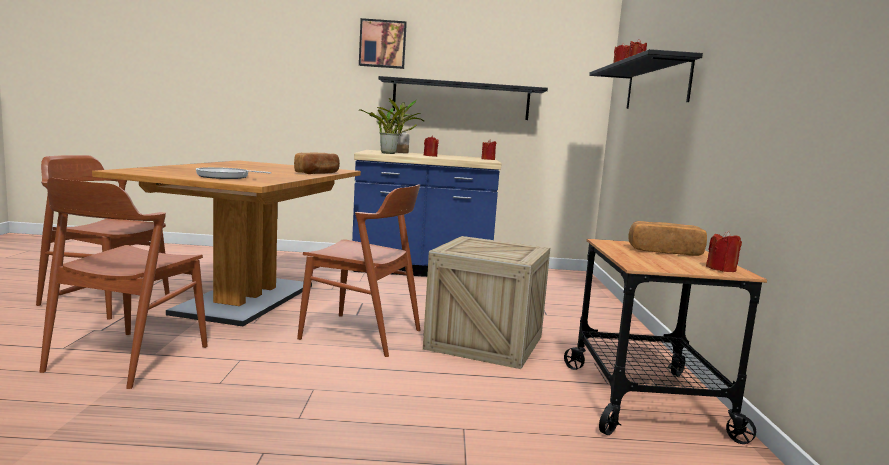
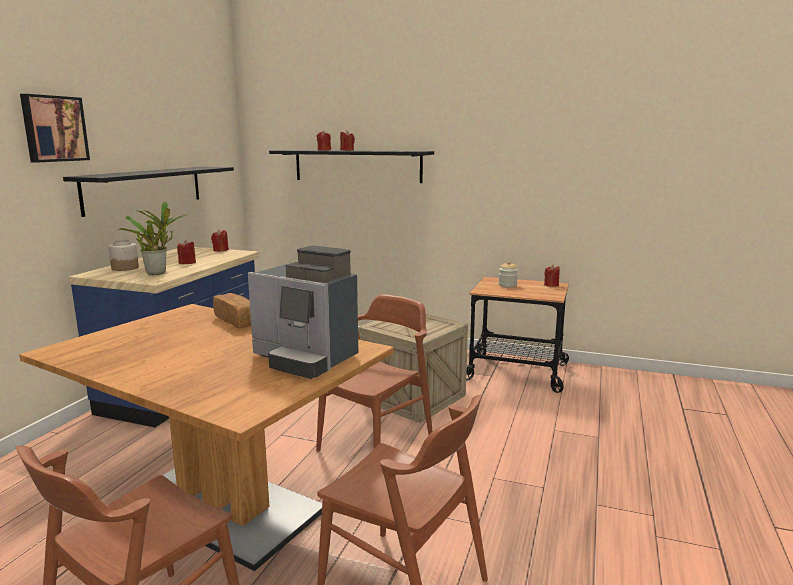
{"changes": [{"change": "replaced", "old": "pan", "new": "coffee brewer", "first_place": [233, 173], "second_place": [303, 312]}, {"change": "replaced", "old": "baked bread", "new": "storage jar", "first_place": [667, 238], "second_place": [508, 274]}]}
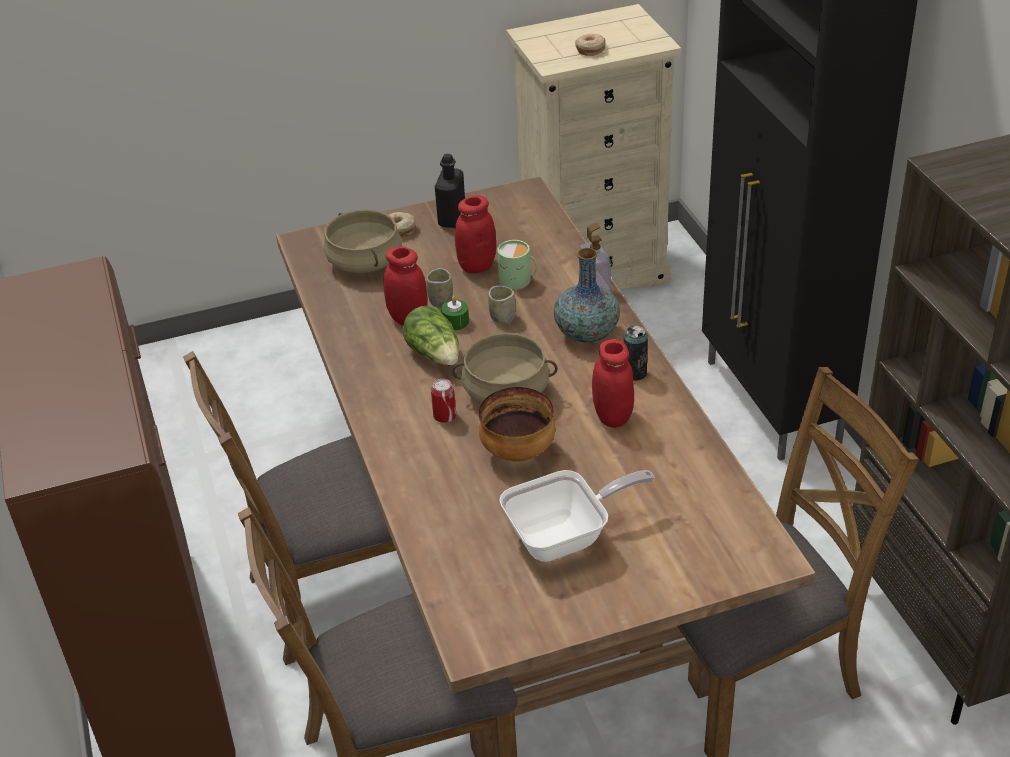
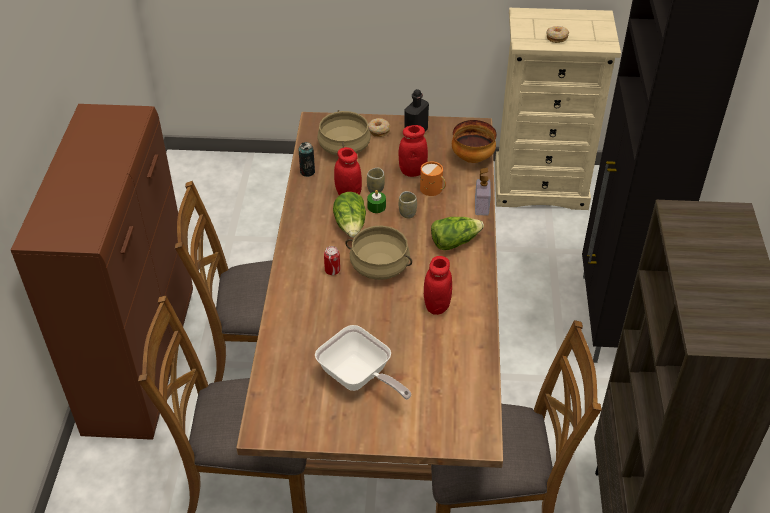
{"changes": [{"change": "recoloured", "old": "coffee mug in green-coloured", "new": "coffee mug in orangey", "first_place": [517, 264], "second_place": [433, 179]}, {"change": "replaced", "old": "flower vase", "new": "head of lettuce", "first_place": [587, 295], "second_place": [457, 233]}, {"change": "moved", "old": "metal can", "first_place": [636, 353], "second_place": [306, 159]}, {"change": "moved", "old": "deep dish", "first_place": [516, 424], "second_place": [474, 141]}, {"change": "turned", "old": "pan", "first_place": [577, 516], "second_place": [363, 362], "degrees": 45}]}
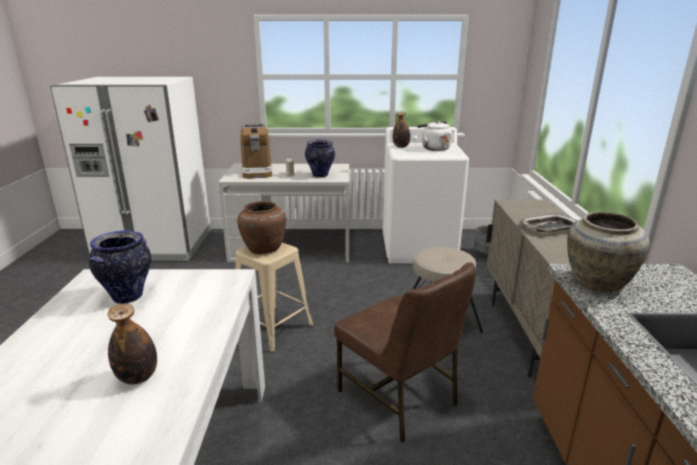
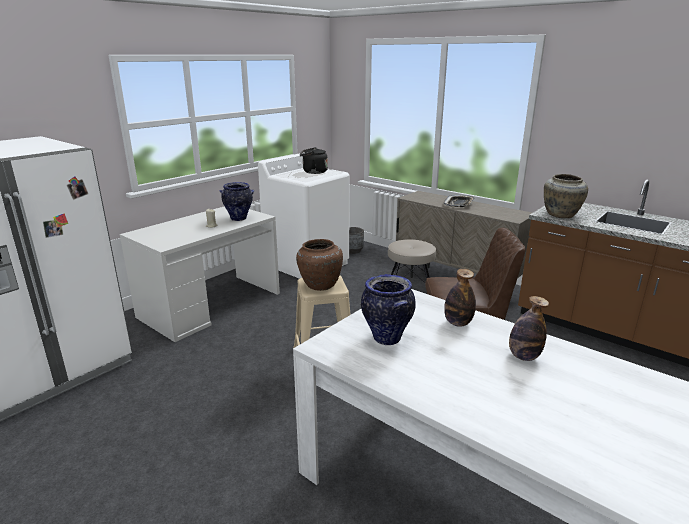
{"changes": [{"change": "moved", "old": "bottle", "first_place": [401, 130], "second_place": [460, 298]}, {"change": "recoloured", "old": "kettle in white-coloured", "new": "kettle in blackish", "first_place": [434, 136], "second_place": [314, 160]}, {"change": "removed", "old": "coffee brewer", "first_place": [256, 151]}]}
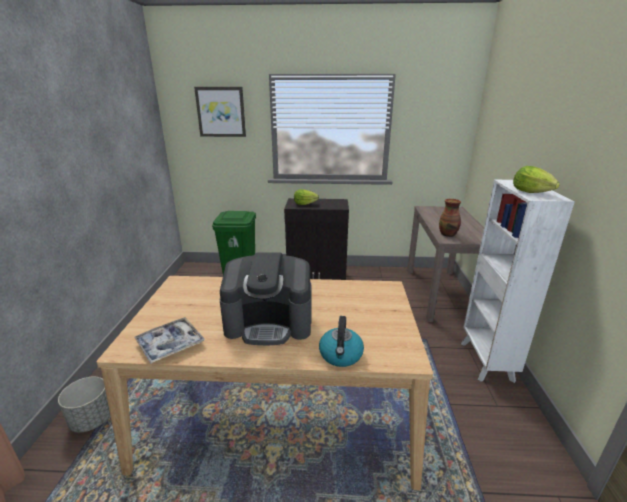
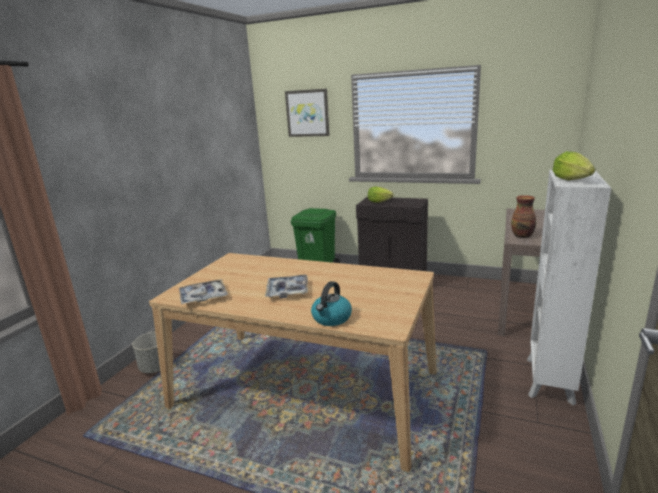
{"changes": [{"change": "replaced", "old": "coffee brewer", "new": "carrying tray", "first_place": [266, 298], "second_place": [286, 286]}]}
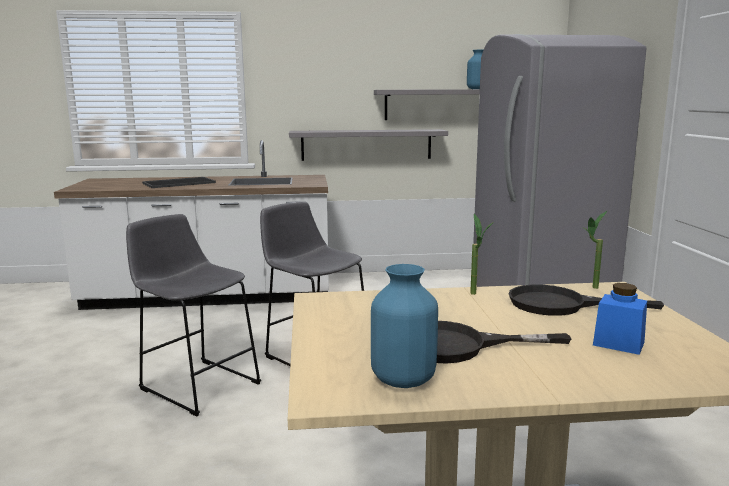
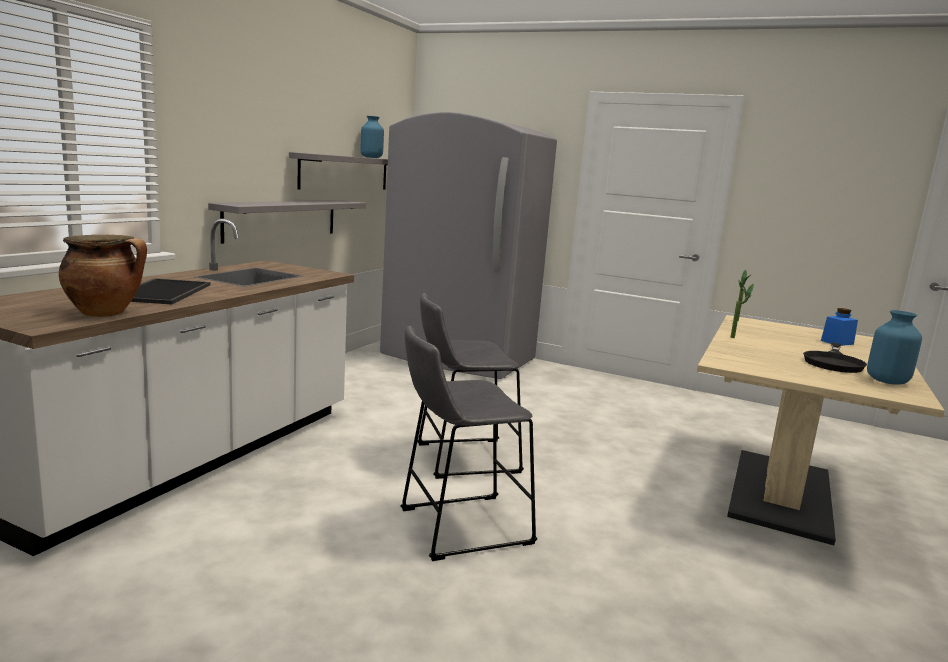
{"changes": [{"change": "removed", "old": "pan in blackish", "first_place": [586, 300]}, {"change": "added", "new": "stockpot", "second_place": [103, 276]}]}
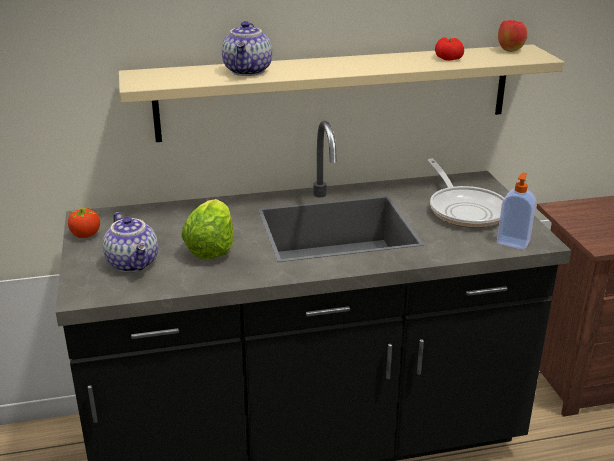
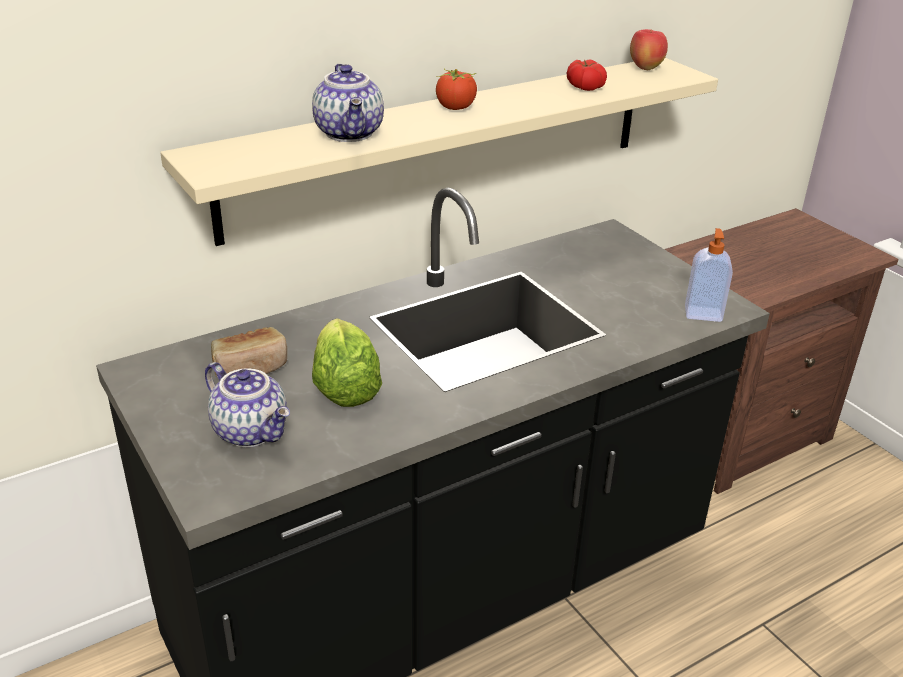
{"changes": [{"change": "removed", "old": "pan", "first_place": [466, 193]}, {"change": "moved", "old": "tomato", "first_place": [84, 222], "second_place": [456, 89]}, {"change": "added", "new": "baked bread", "second_place": [249, 352]}]}
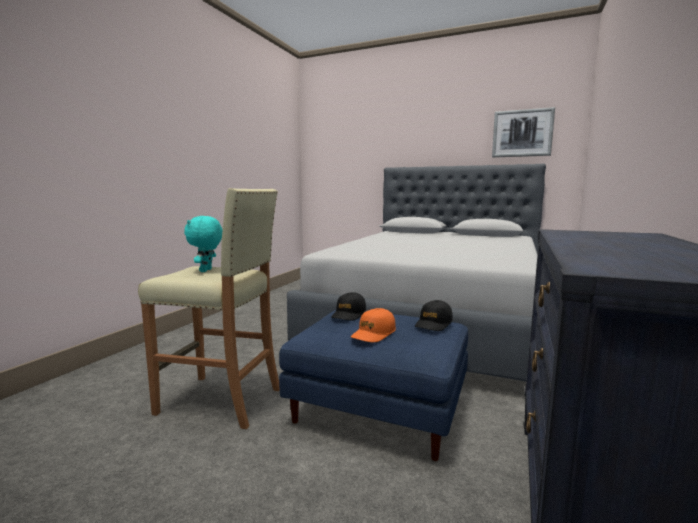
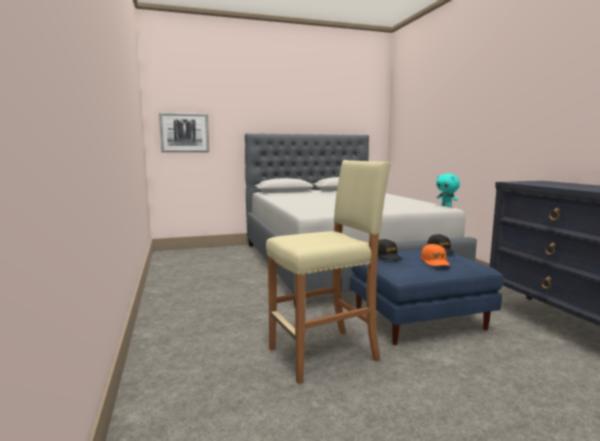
{"changes": [{"change": "moved", "old": "picture", "first_place": [523, 132], "second_place": [184, 132]}, {"change": "moved", "old": "soft toy in turquoise-coloured", "first_place": [203, 244], "second_place": [448, 190]}]}
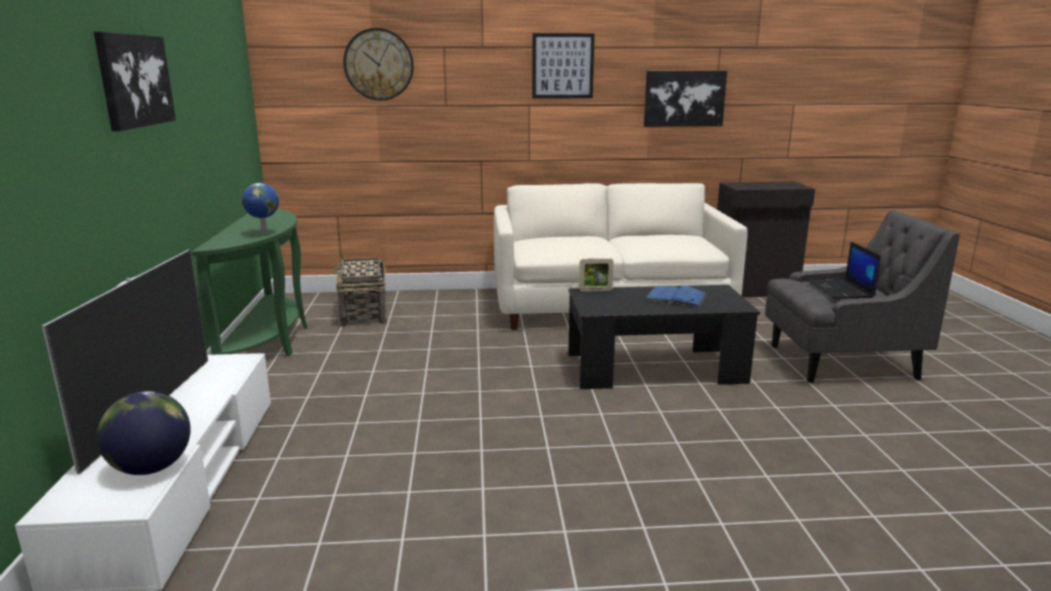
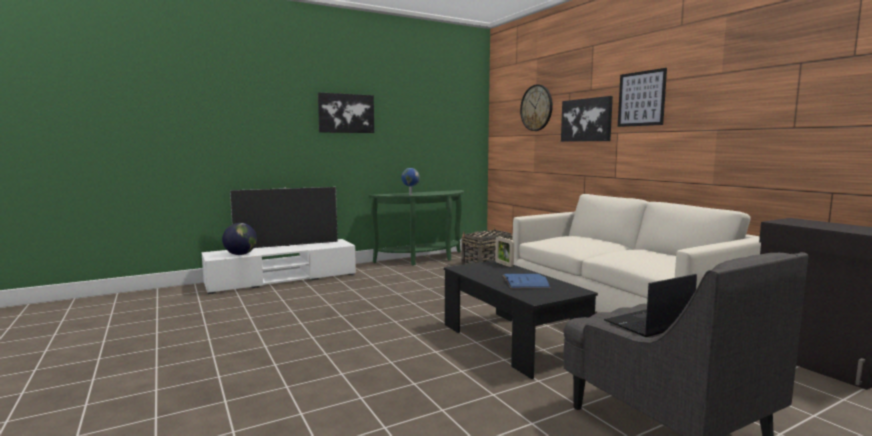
{"changes": [{"change": "moved", "old": "picture", "first_place": [685, 99], "second_place": [587, 119]}]}
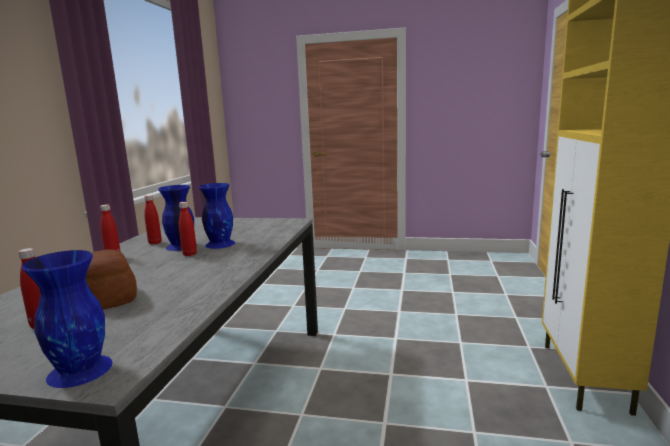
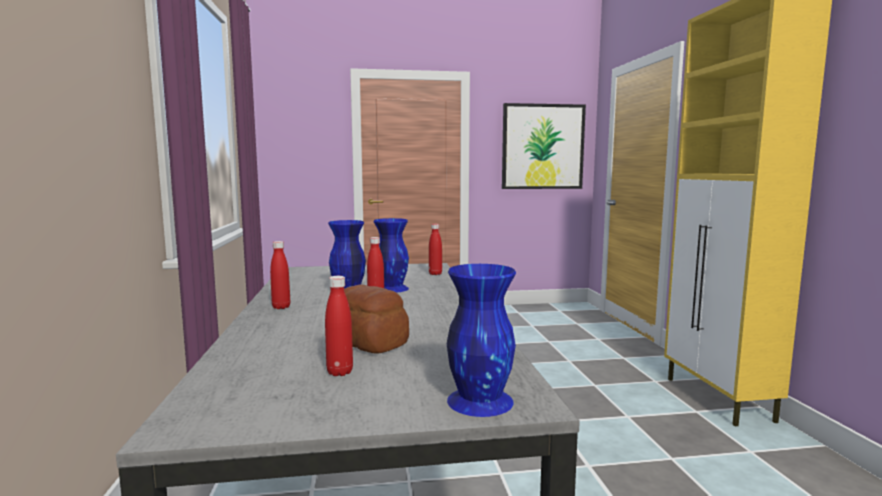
{"changes": [{"change": "moved", "old": "bottle in reddish", "first_place": [153, 220], "second_place": [435, 249]}, {"change": "added", "new": "picture", "second_place": [544, 146]}]}
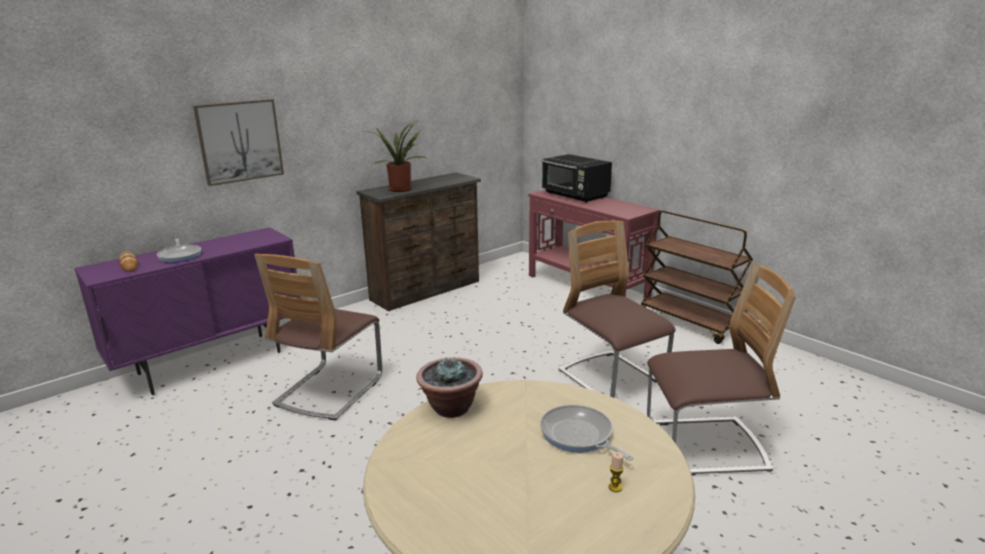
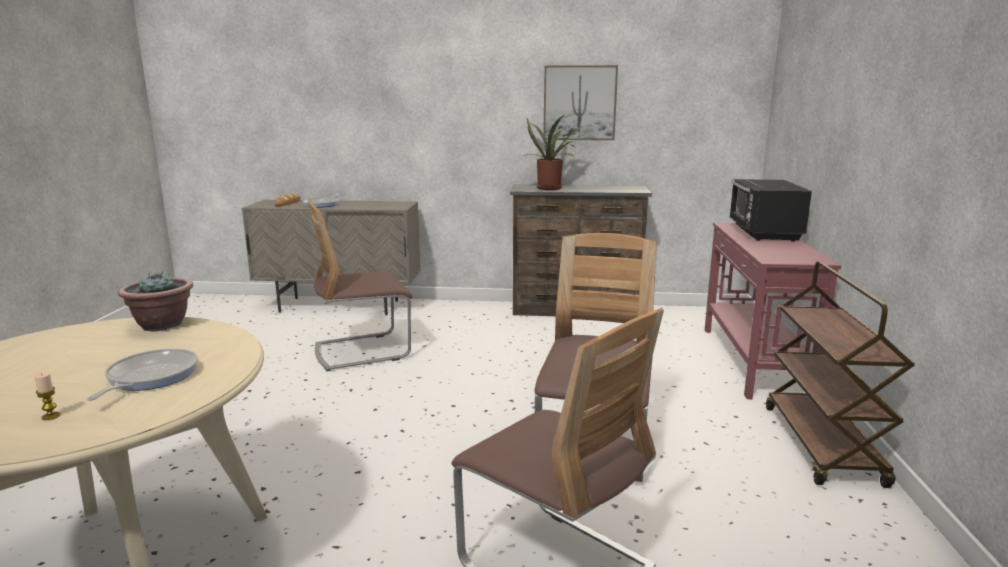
{"changes": [{"change": "moved", "old": "picture", "first_place": [238, 142], "second_place": [580, 102]}, {"change": "recoloured", "old": "cabinet in purple", "new": "cabinet in sand-coloured", "first_place": [187, 311], "second_place": [331, 257]}]}
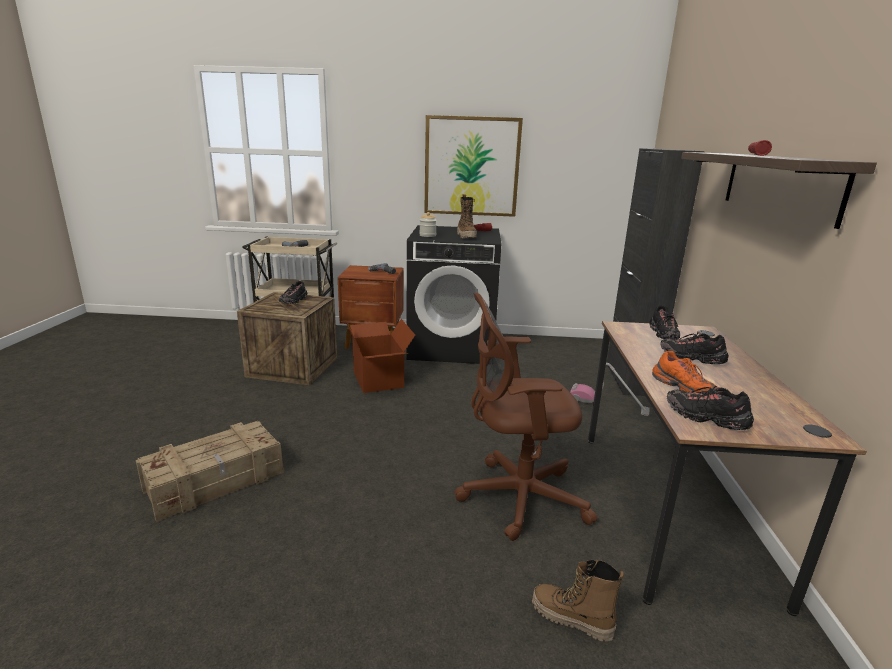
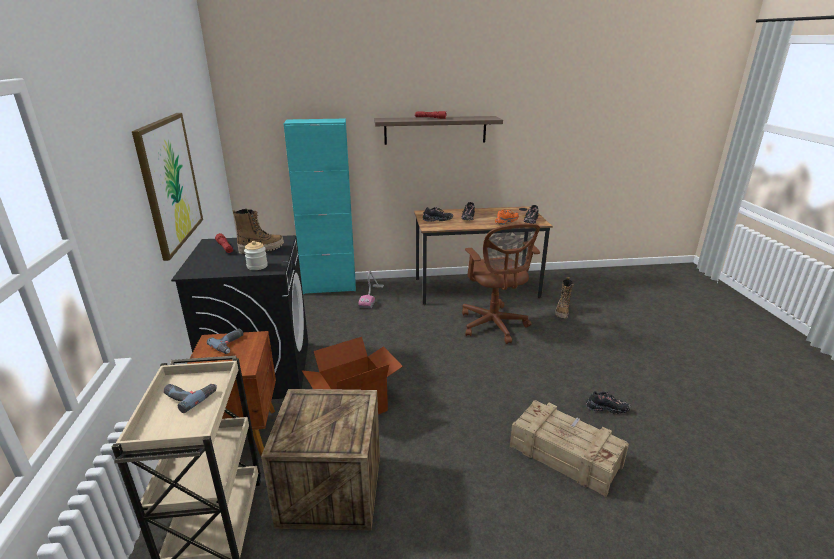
{"changes": [{"change": "recoloured", "old": "cabinet in blackish", "new": "cabinet in turquoise-coloured", "first_place": [655, 272], "second_place": [319, 206]}, {"change": "moved", "old": "low shoe in blackish", "first_place": [293, 292], "second_place": [608, 402]}]}
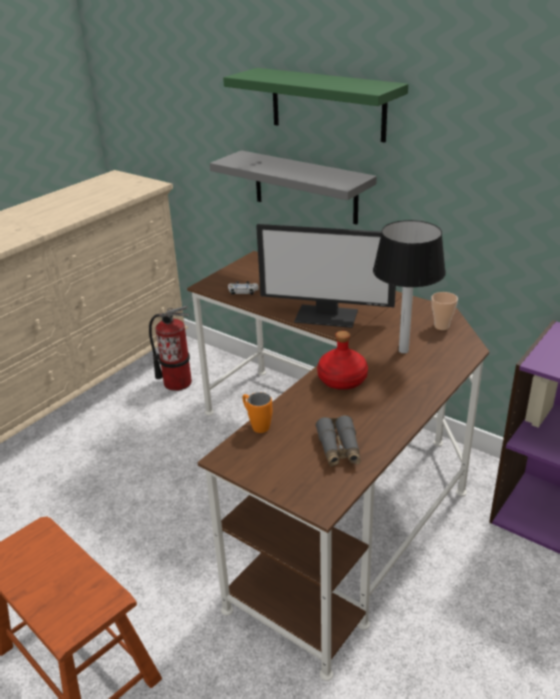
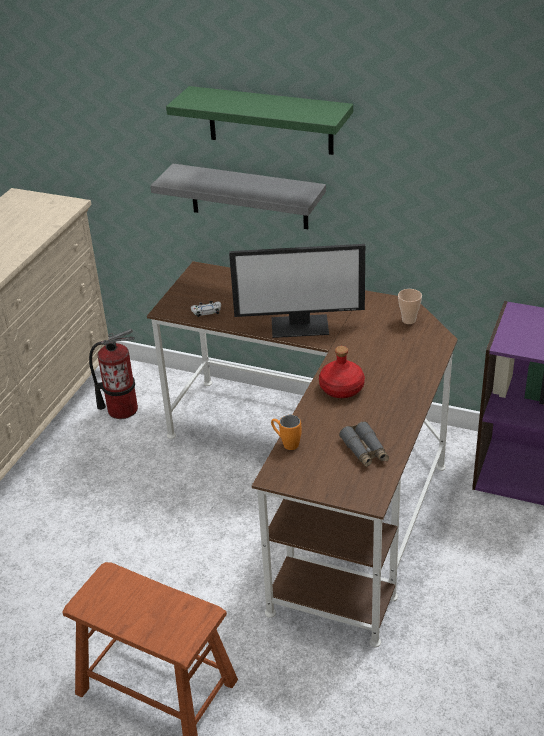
{"changes": [{"change": "removed", "old": "lamp for a table", "first_place": [409, 287]}]}
